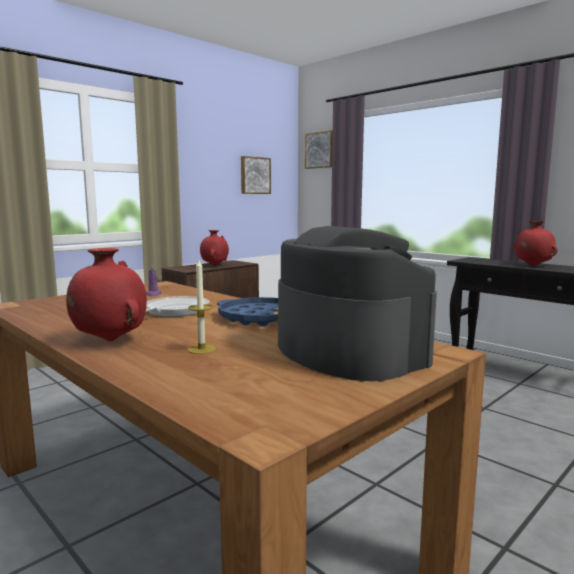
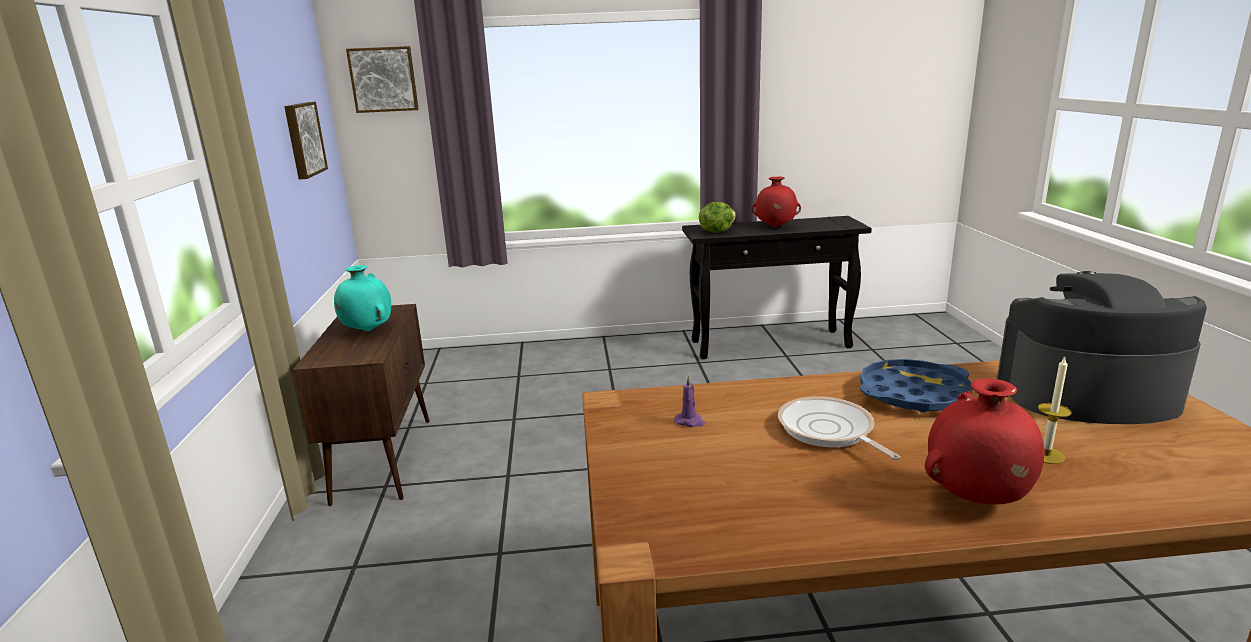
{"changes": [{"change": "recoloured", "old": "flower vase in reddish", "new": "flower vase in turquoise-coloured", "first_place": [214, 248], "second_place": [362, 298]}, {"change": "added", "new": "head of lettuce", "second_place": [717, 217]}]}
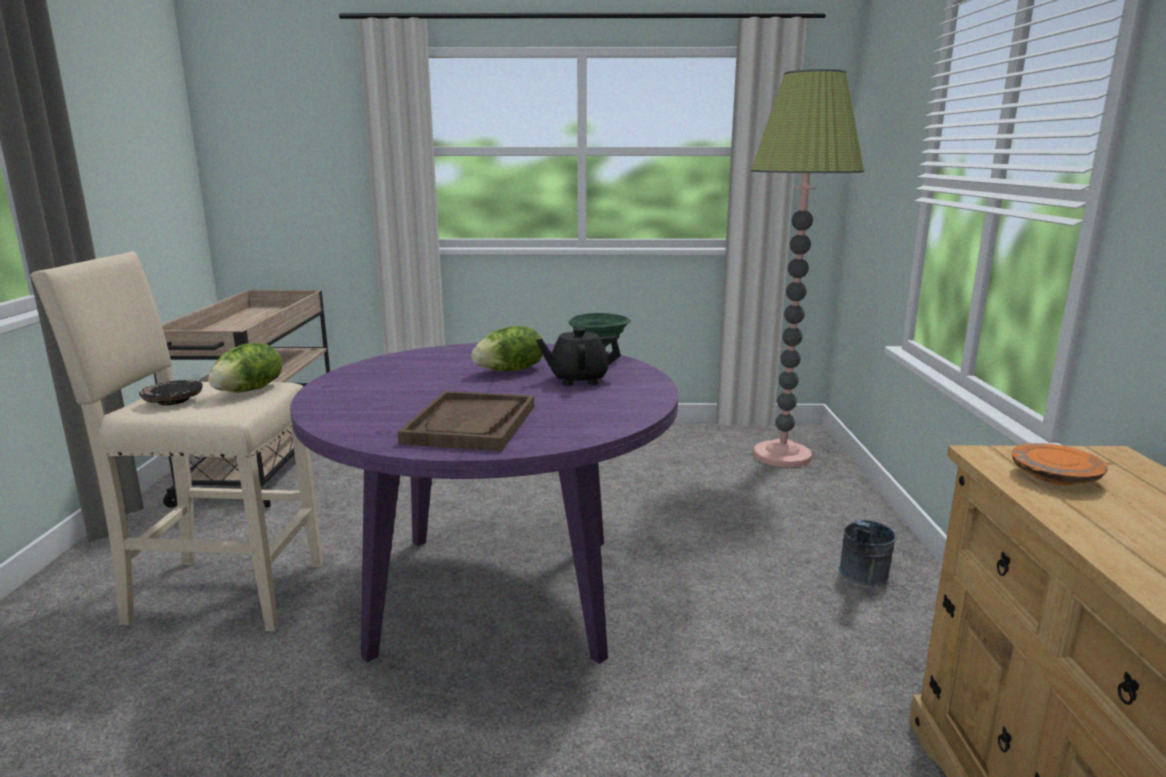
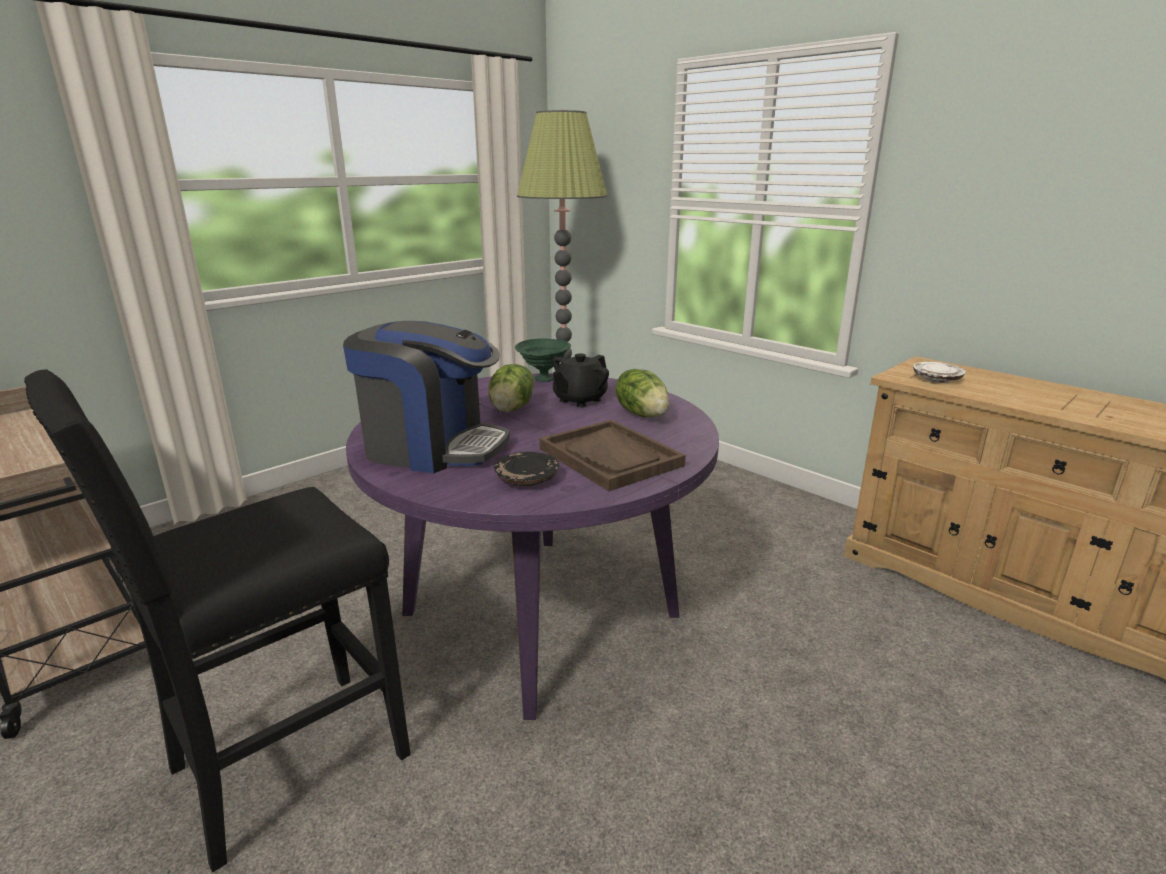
{"changes": [{"change": "recoloured", "old": "sitting stool in sand-coloured", "new": "sitting stool in blackish", "first_place": [176, 441], "second_place": [217, 621]}, {"change": "moved", "old": "head of lettuce", "first_place": [245, 368], "second_place": [642, 393]}, {"change": "moved", "old": "dinner plate in blackish", "first_place": [171, 392], "second_place": [526, 469]}, {"change": "recoloured", "old": "dinner plate in orangey", "new": "dinner plate in white-coloured", "first_place": [1059, 464], "second_place": [939, 372]}, {"change": "removed", "old": "water bucket in grey", "first_place": [867, 552]}, {"change": "added", "new": "coffee brewer", "second_place": [426, 397]}]}
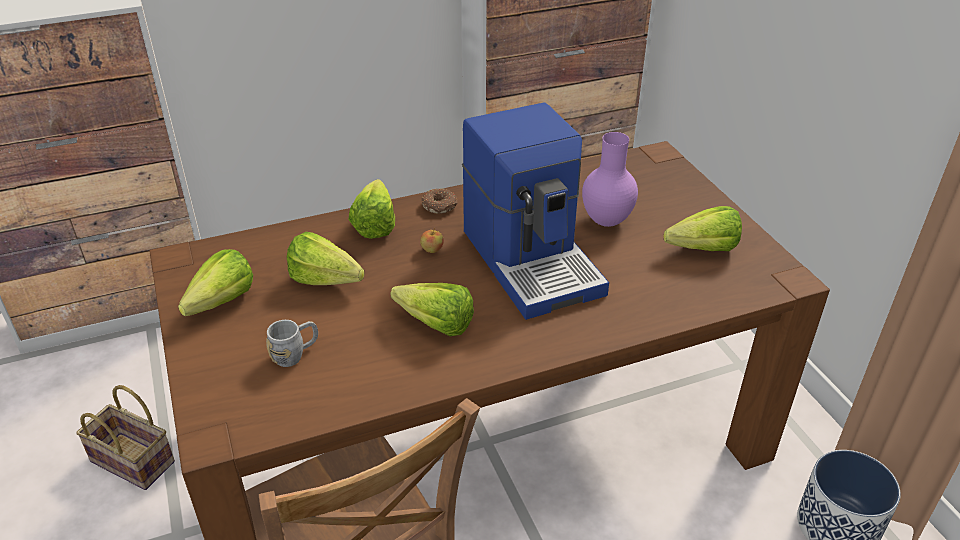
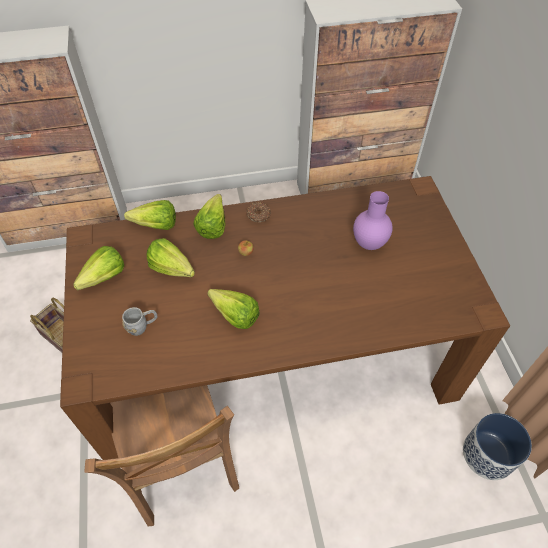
{"changes": [{"change": "removed", "old": "coffee brewer", "first_place": [535, 211]}, {"change": "moved", "old": "head of lettuce", "first_place": [703, 228], "second_place": [150, 215]}]}
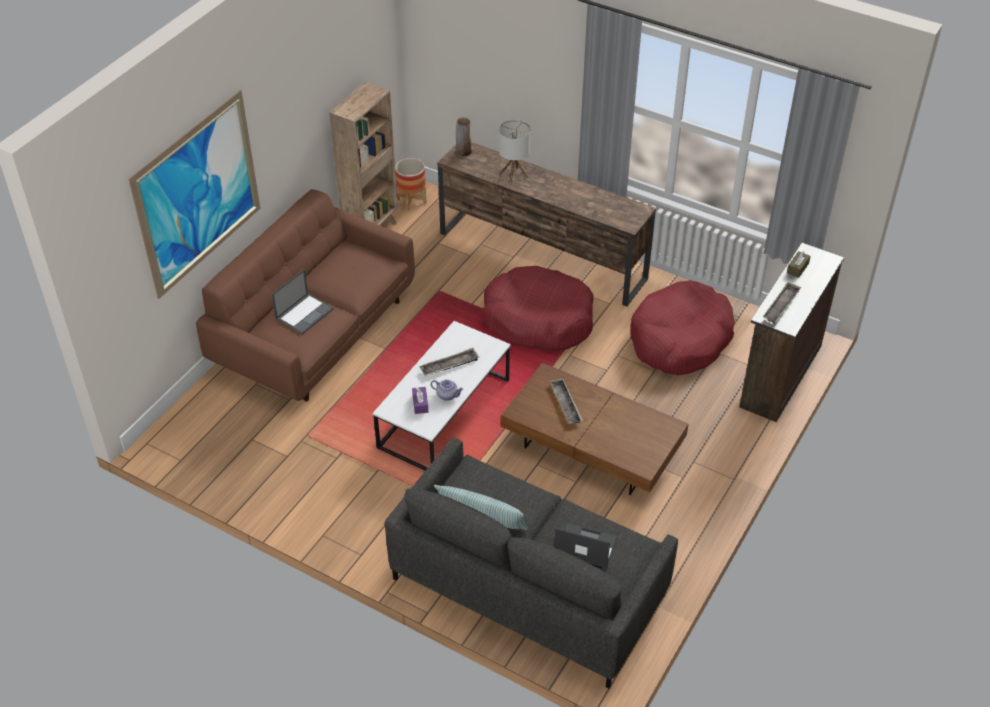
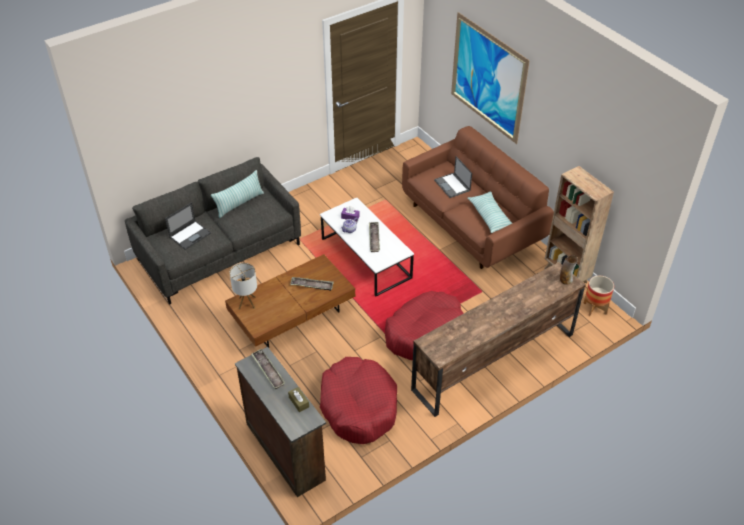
{"changes": [{"change": "moved", "old": "lamp for a table", "first_place": [515, 152], "second_place": [243, 286]}, {"change": "added", "new": "cushion", "second_place": [489, 212]}]}
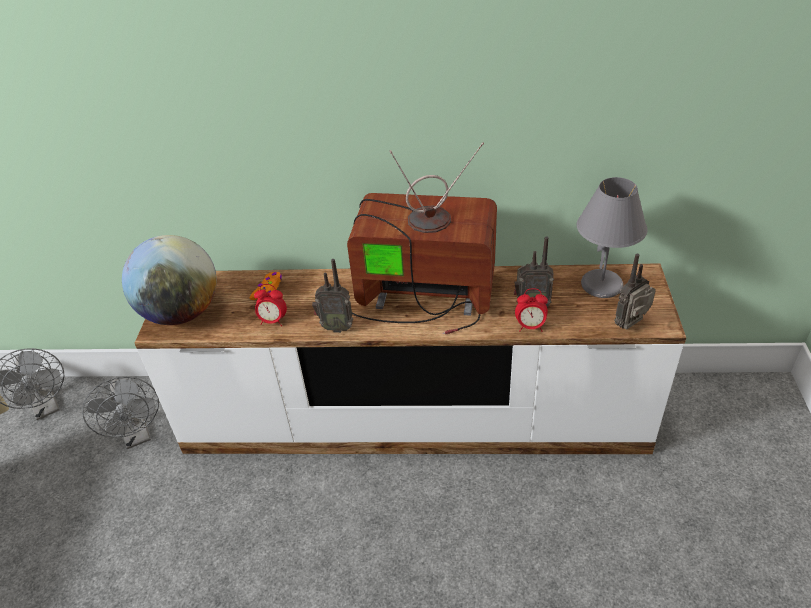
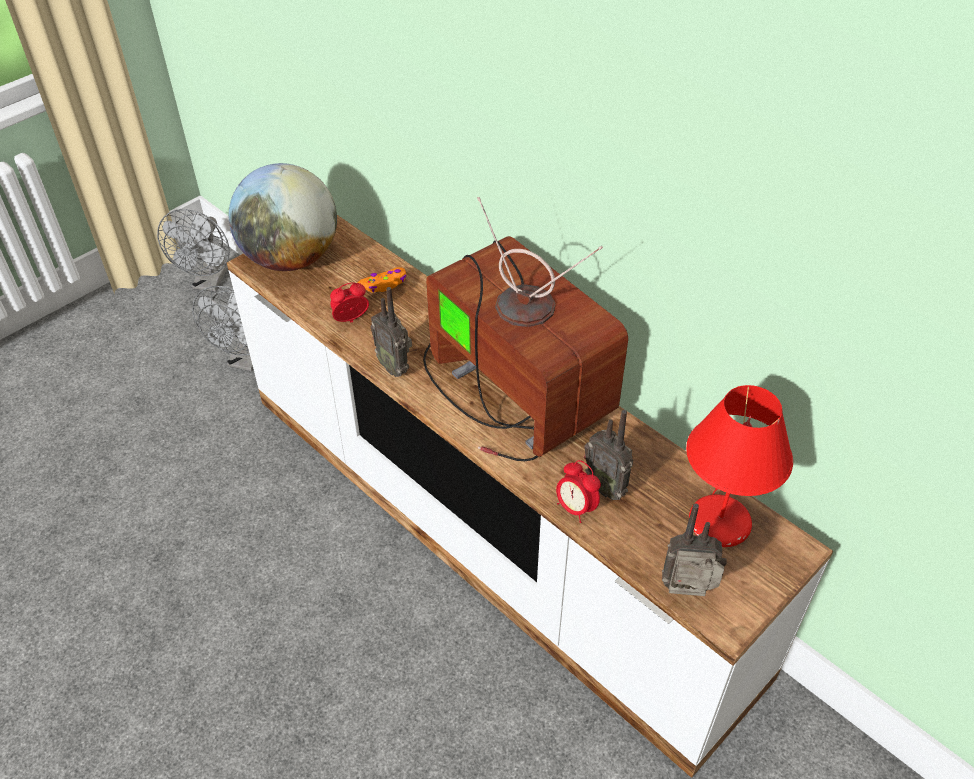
{"changes": [{"change": "recoloured", "old": "lamp for a table in grey", "new": "lamp for a table in reddish", "first_place": [611, 237], "second_place": [739, 466]}, {"change": "turned", "old": "alarm clock", "first_place": [270, 305], "second_place": [349, 302], "degrees": 105}]}
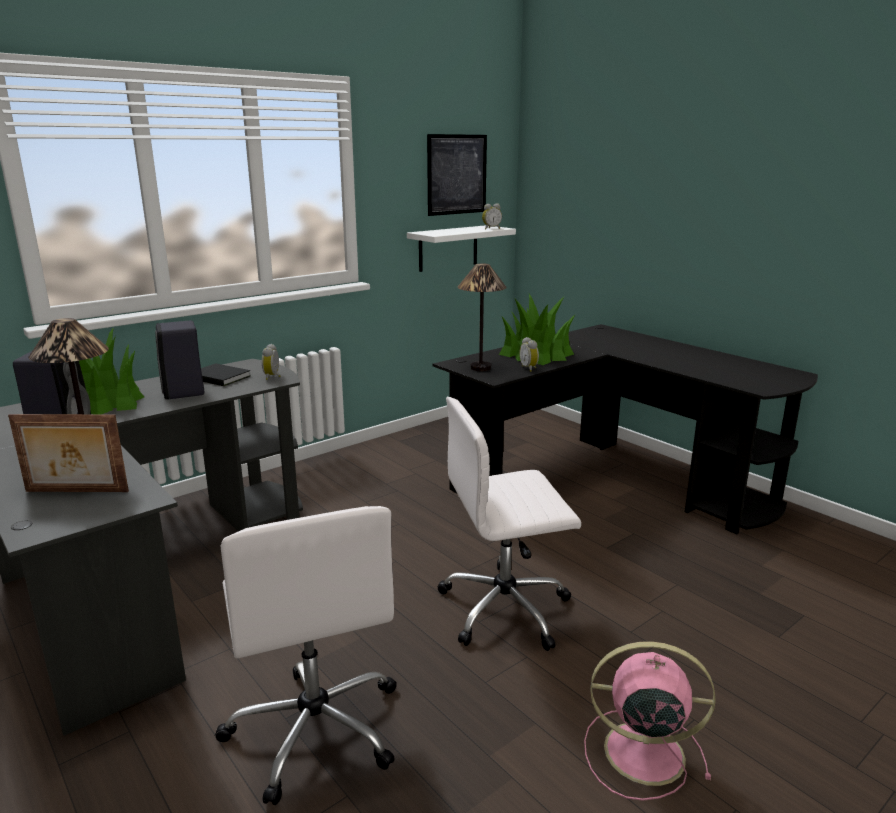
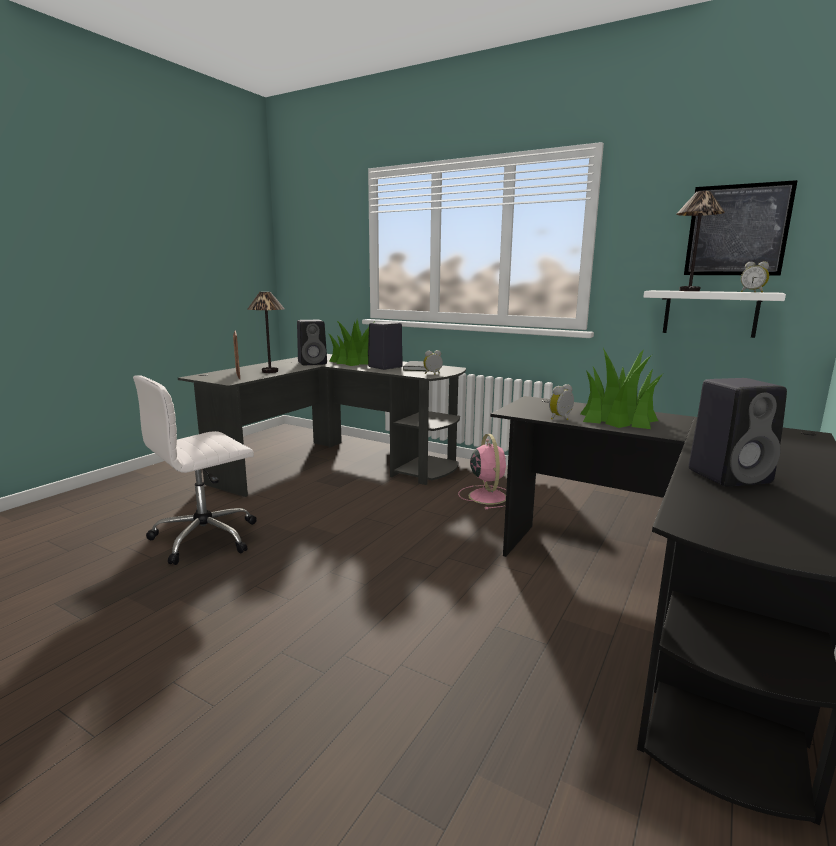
{"changes": [{"change": "moved", "old": "lamp for a table", "first_place": [482, 317], "second_place": [700, 241]}, {"change": "removed", "old": "office chair in white-coloured", "first_place": [509, 524]}, {"change": "moved", "old": "cooling fan in pink", "first_place": [650, 721], "second_place": [482, 471]}, {"change": "added", "new": "speaker in blackish", "second_place": [738, 432]}]}
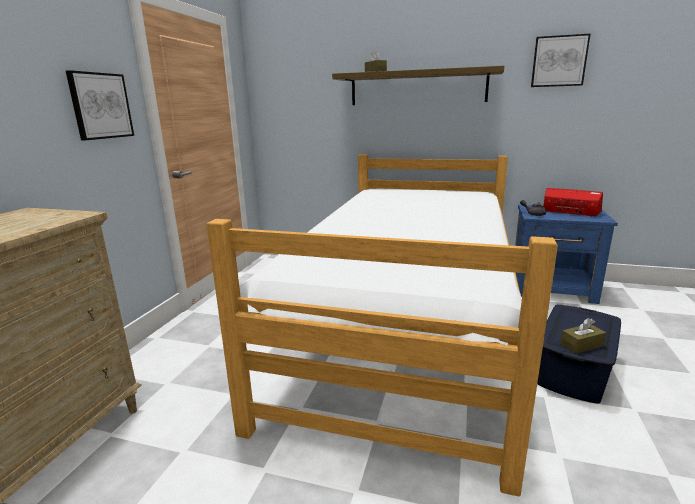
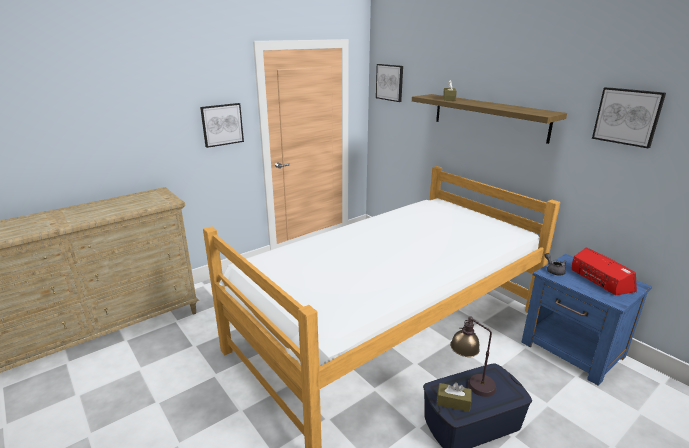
{"changes": [{"change": "added", "new": "picture", "second_place": [389, 83]}, {"change": "added", "new": "lamp for a table", "second_place": [473, 356]}]}
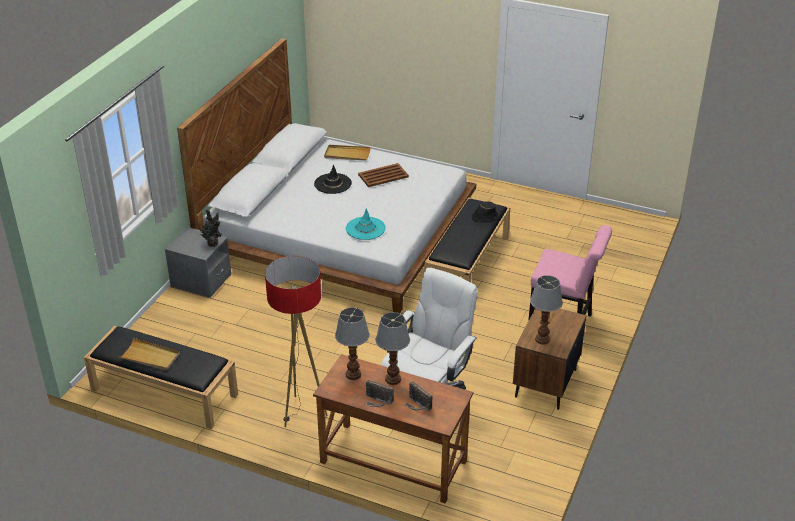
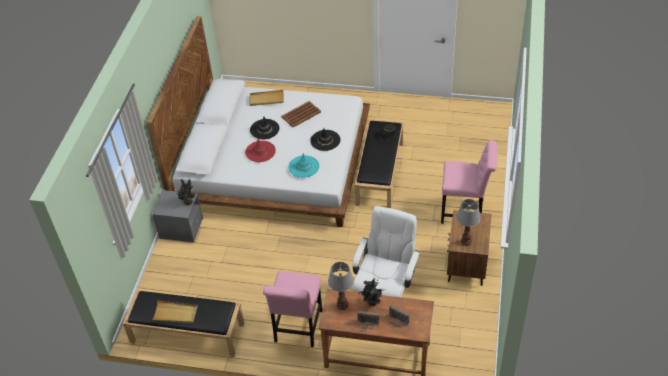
{"changes": [{"change": "replaced", "old": "floor lamp", "new": "plain chair in pink", "first_place": [296, 342], "second_place": [293, 309]}, {"change": "replaced", "old": "lamp for a table", "new": "potted plant", "first_place": [393, 348], "second_place": [372, 292]}, {"change": "added", "new": "clothing hat in blackish", "second_place": [325, 139]}, {"change": "added", "new": "clothing hat in reddish", "second_place": [260, 150]}]}
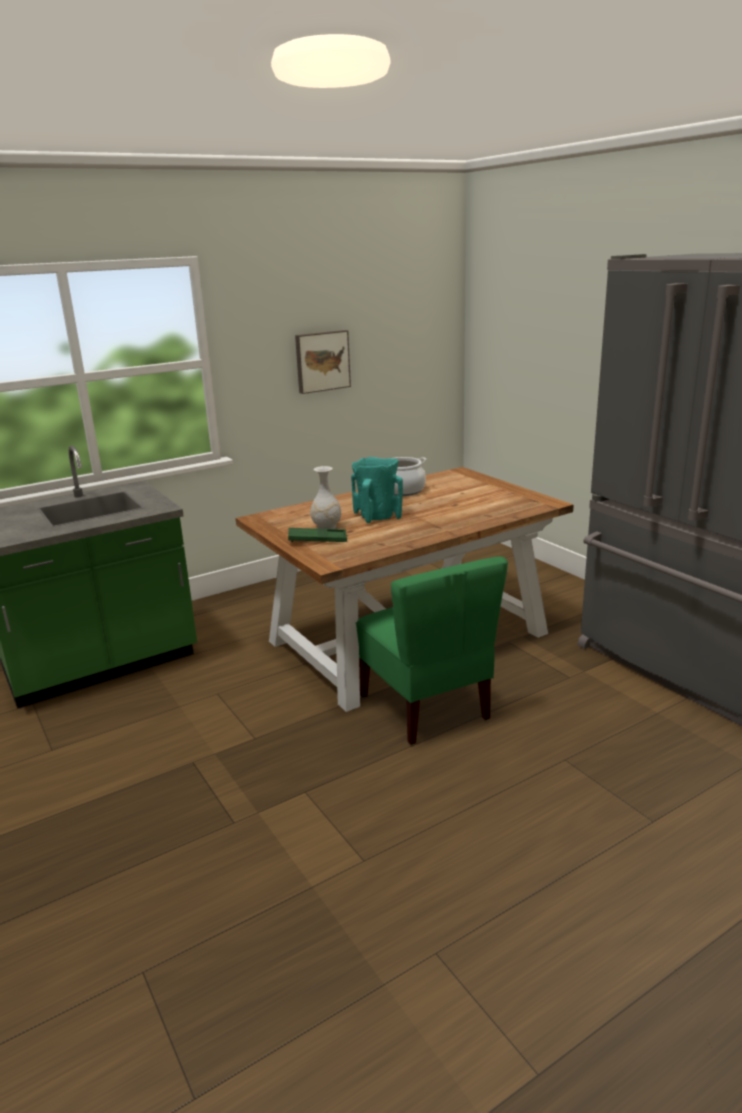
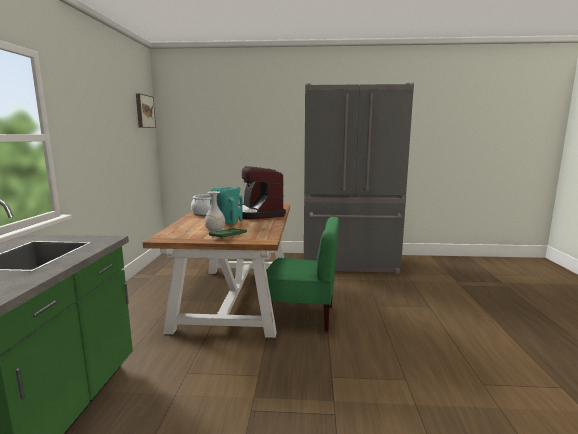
{"changes": [{"change": "moved", "old": "picture", "first_place": [323, 362], "second_place": [146, 110]}, {"change": "added", "new": "coffee brewer", "second_place": [262, 192]}]}
